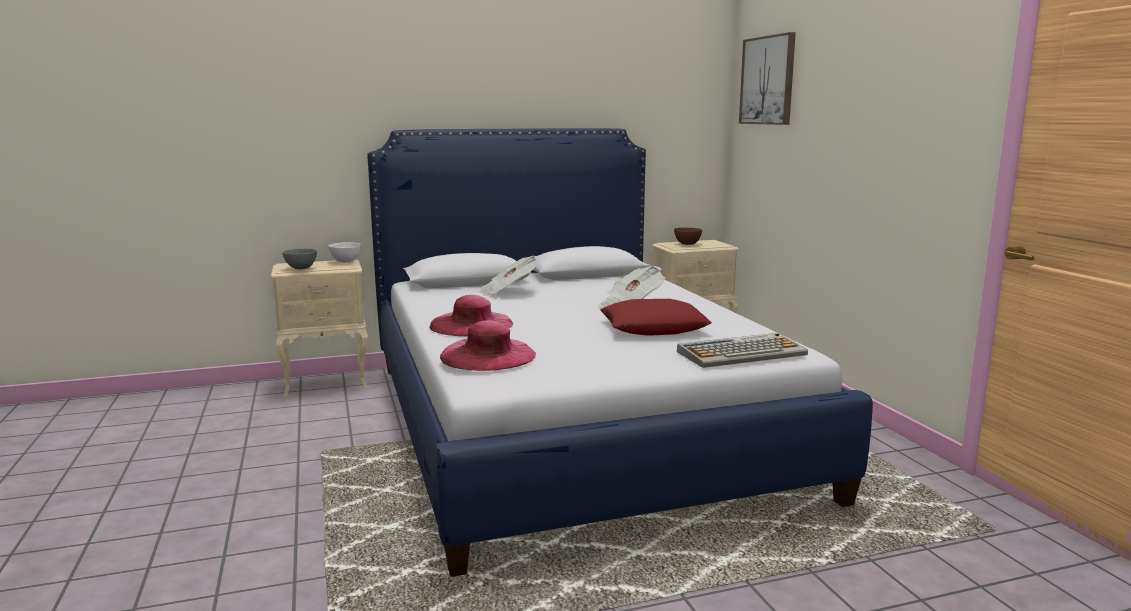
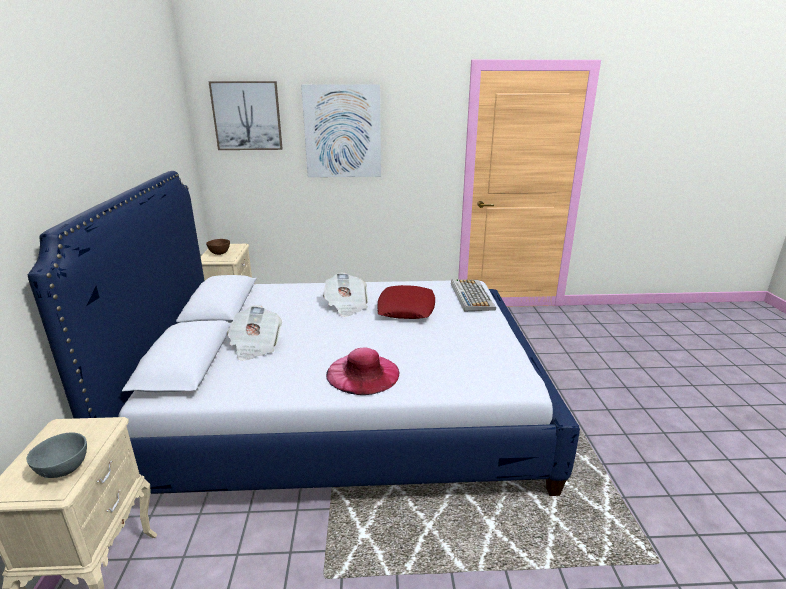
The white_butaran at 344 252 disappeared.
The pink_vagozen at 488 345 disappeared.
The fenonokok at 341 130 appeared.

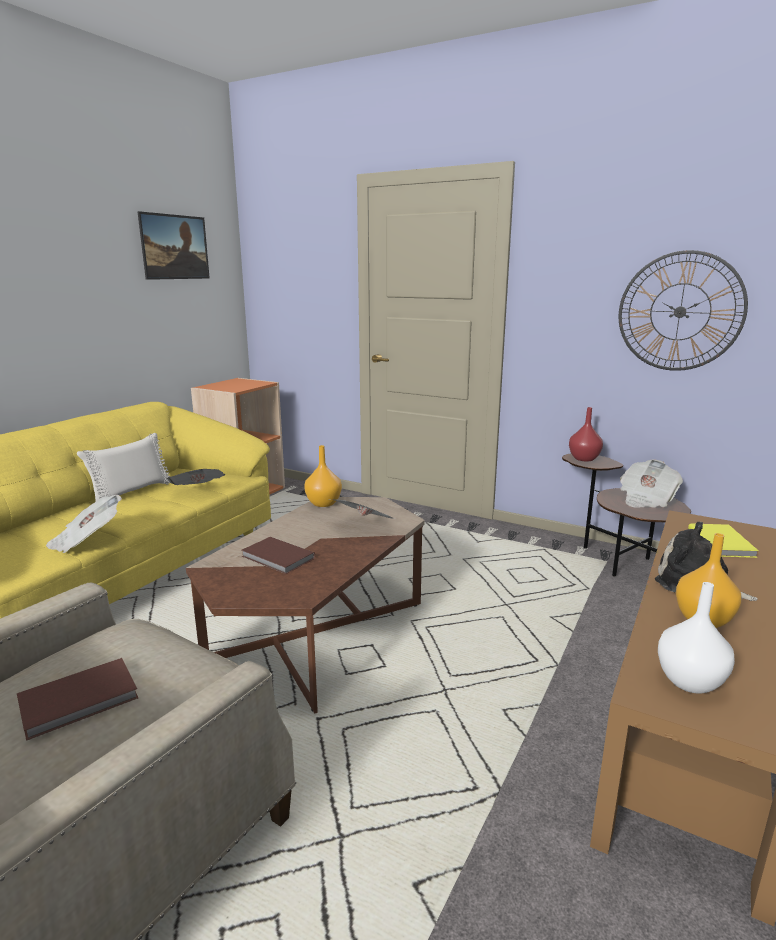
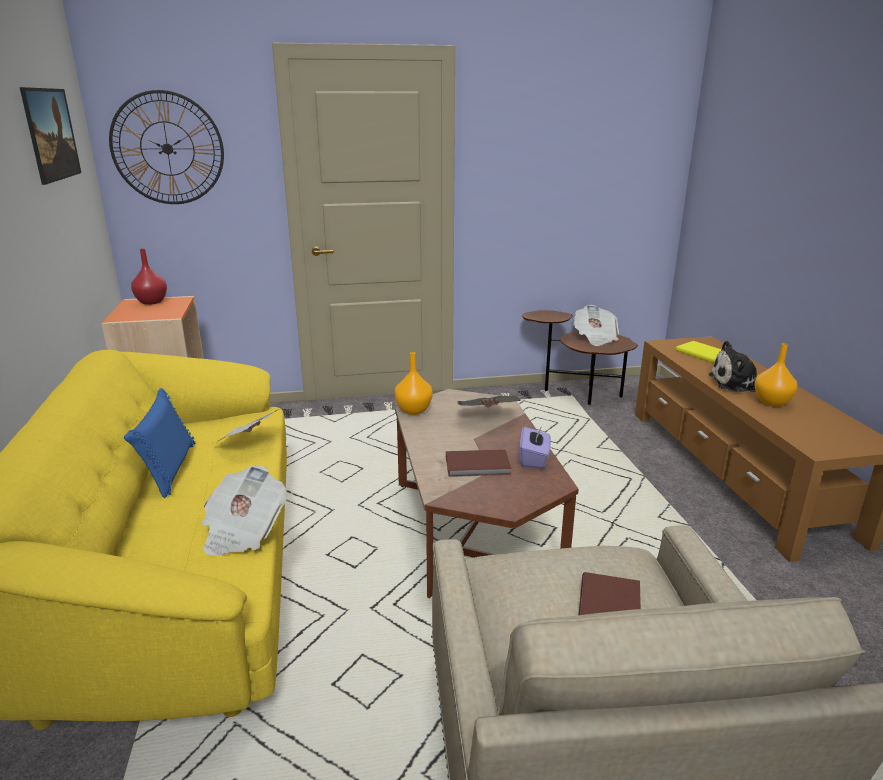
The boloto moved from 683 310 to 166 147.
The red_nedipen moved from 586 434 to 149 277.
The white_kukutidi at 123 467 became the blue_kukutidi at 160 443.
The white_nedipen at 696 638 disappeared.
The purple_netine at 535 448 appeared.

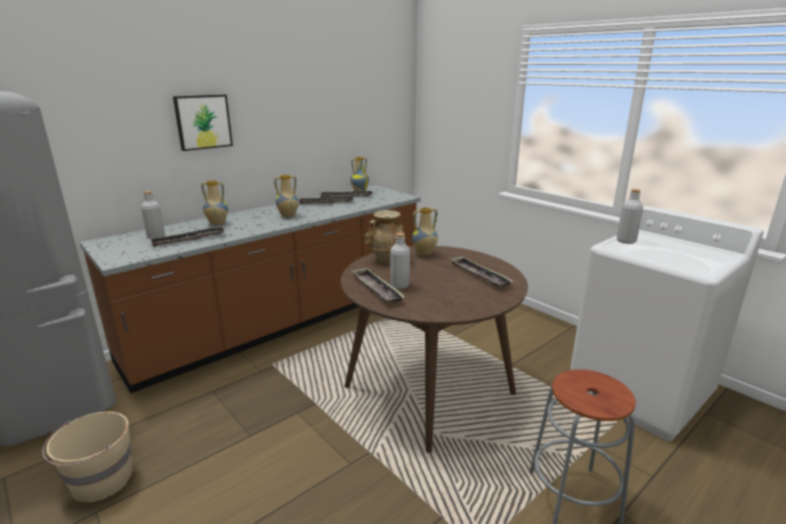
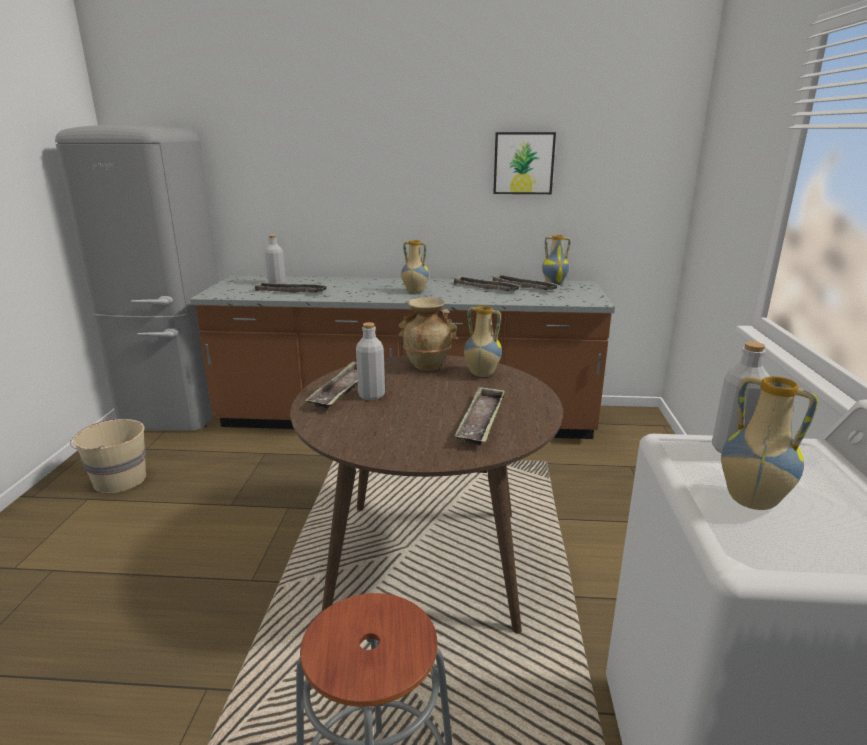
The fenonokok moved from 203 122 to 524 163.
The nedipen moved from 214 202 to 769 443.

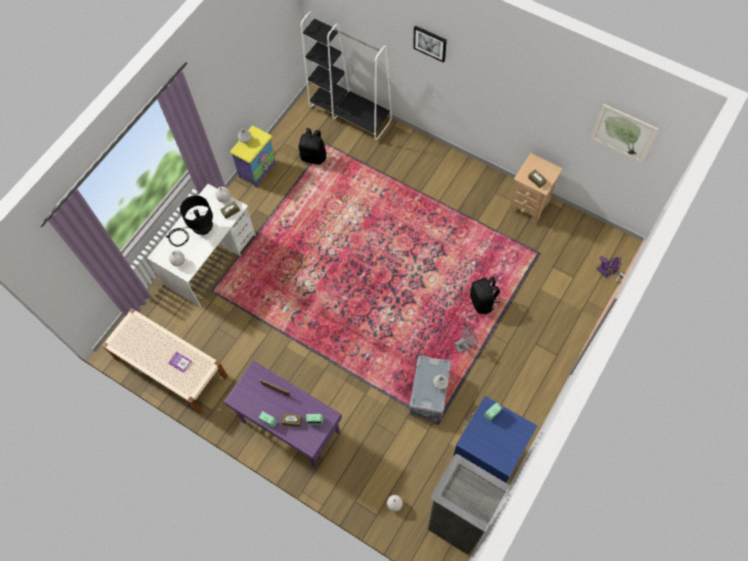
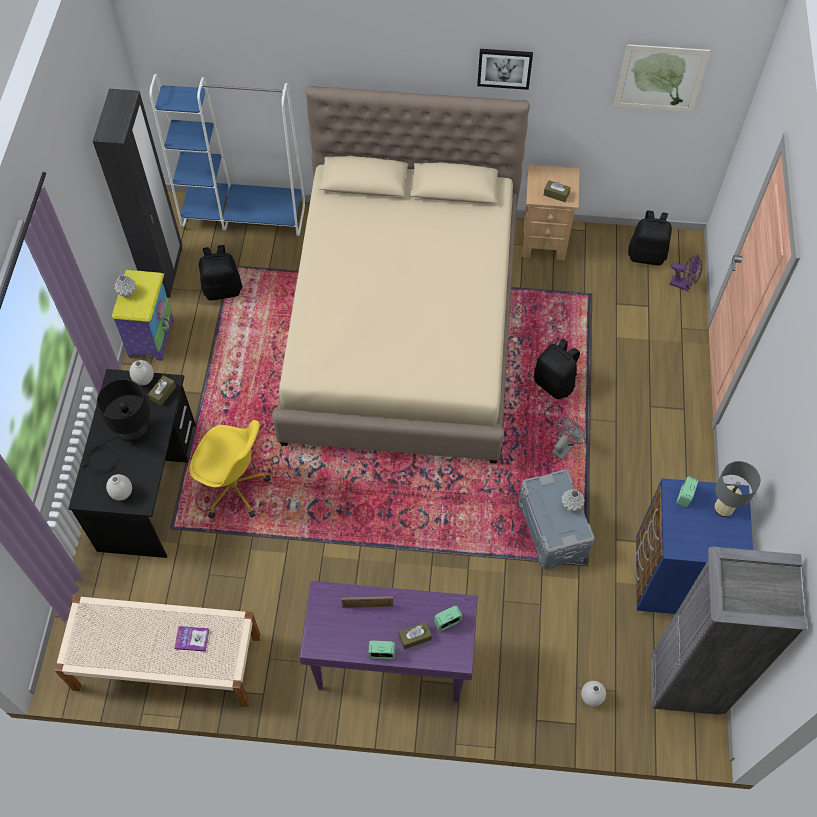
The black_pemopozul at 346 75 became the blue_pemopozul at 227 155.
The fenonokok moved from 430 44 to 505 69.
The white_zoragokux at 201 246 became the black_zoragokux at 132 463.
The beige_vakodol at 401 274 appeared.
The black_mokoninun at 138 193 appeared.
The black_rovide at 650 238 appeared.
The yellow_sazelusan at 230 469 appeared.
The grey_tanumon at 737 489 appeared.

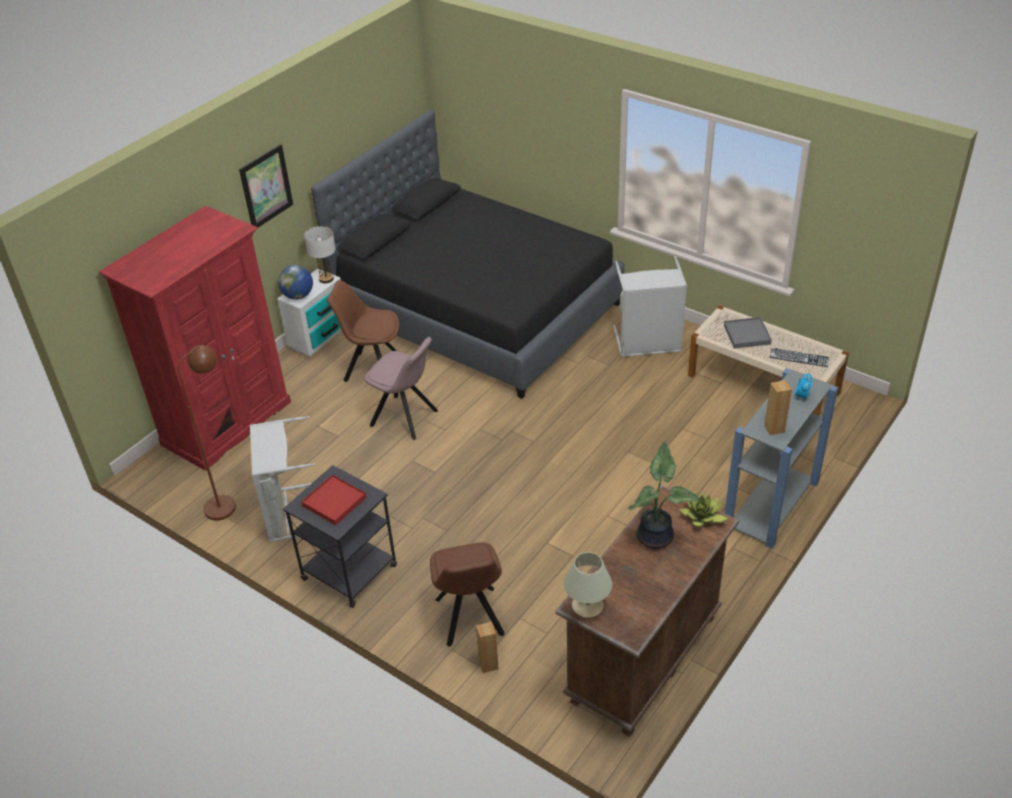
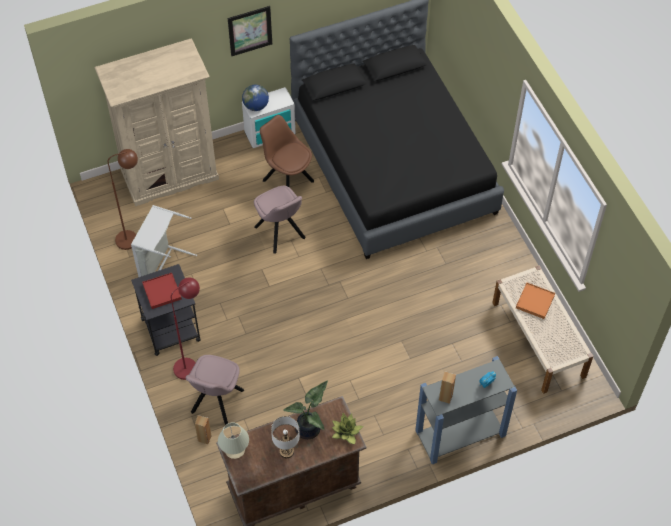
The red_mokoninun at 194 338 became the beige_mokoninun at 156 122.
The tanumon moved from 320 254 to 285 437.
The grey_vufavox at 650 306 disappeared.
The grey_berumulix at 748 333 became the orange_berumulix at 535 301.
The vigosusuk at 799 357 disappeared.
The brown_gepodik at 467 594 became the pink_gepodik at 215 390.
The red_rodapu at 185 328 appeared.

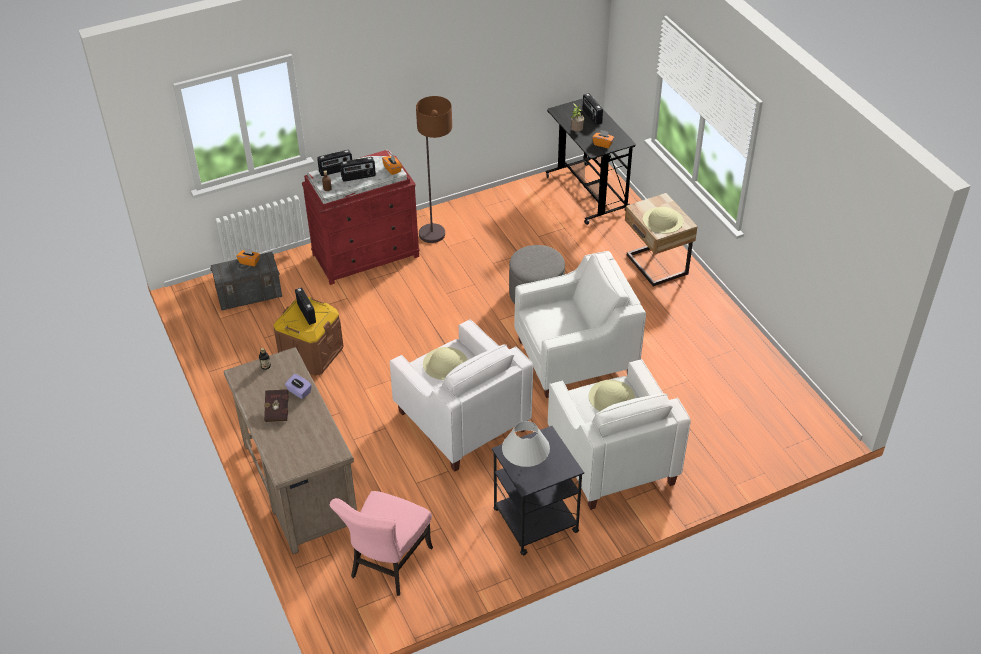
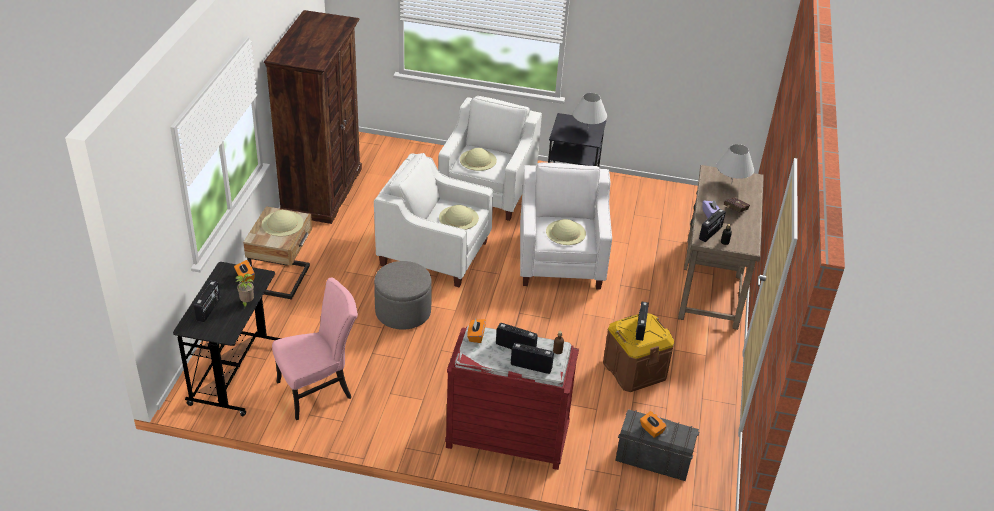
The brown_rodapu at 434 169 disappeared.
The pink_gepodik moved from 381 543 to 315 349.
The brown_mokoninun at 313 117 appeared.
The white_tanumon at 735 164 appeared.
The beige_vagozen at 459 217 appeared.
The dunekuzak at 712 225 appeared.

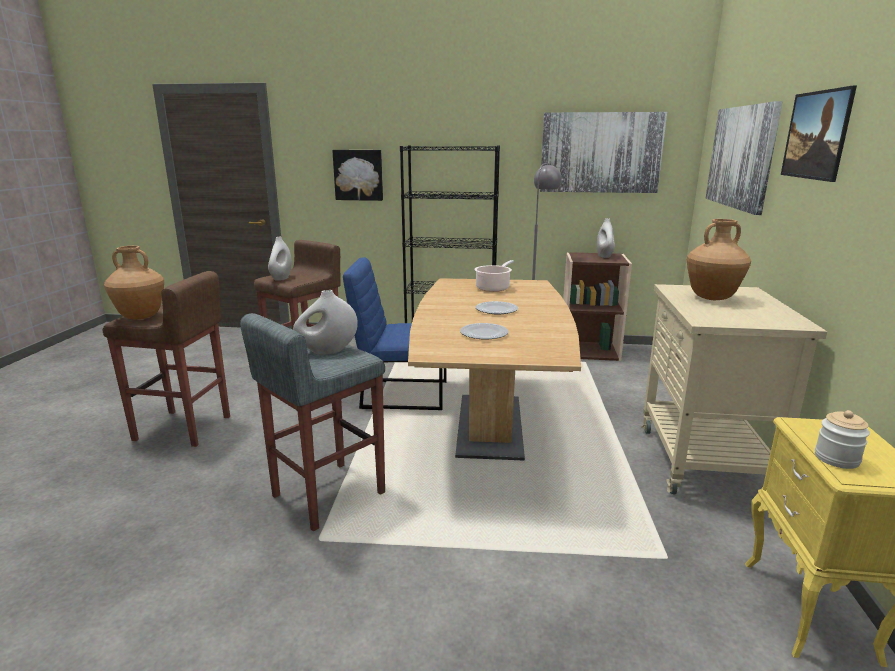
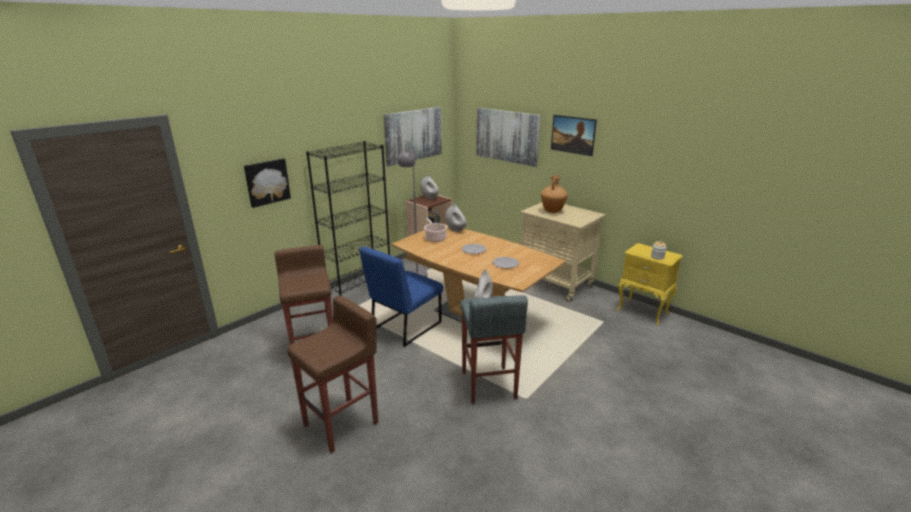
The white_nedipen moved from 280 258 to 456 218.
The brown_nedipen at 134 283 disappeared.

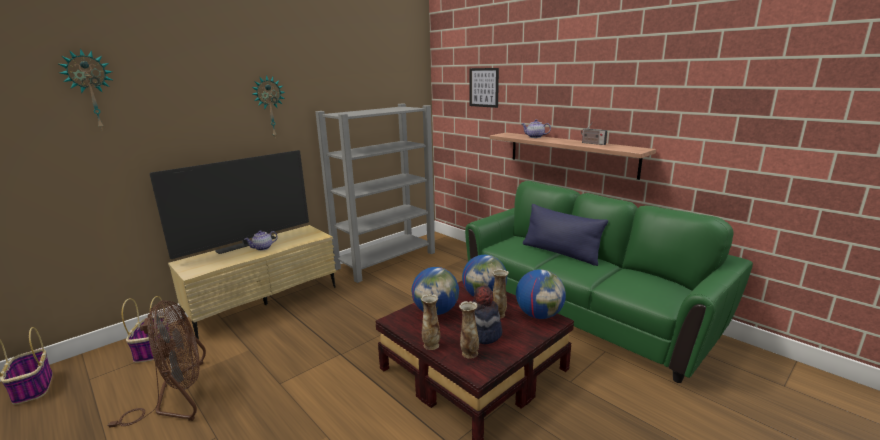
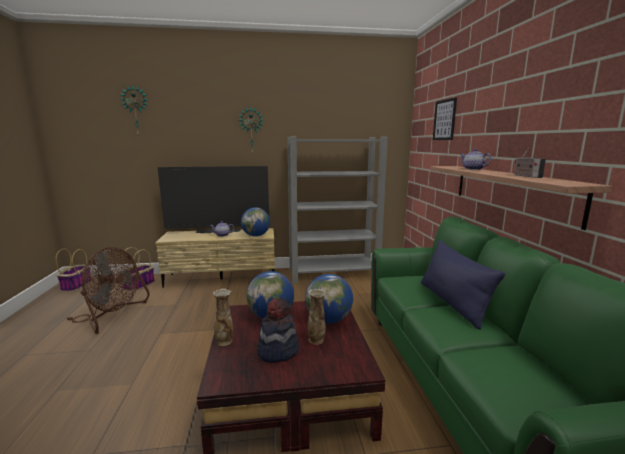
The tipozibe moved from 541 294 to 255 222.
The nedipen at 469 330 disappeared.

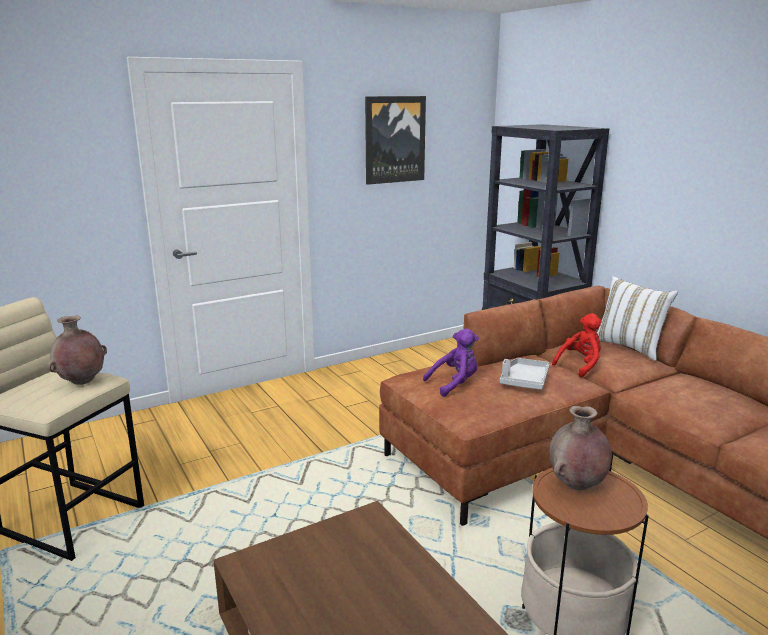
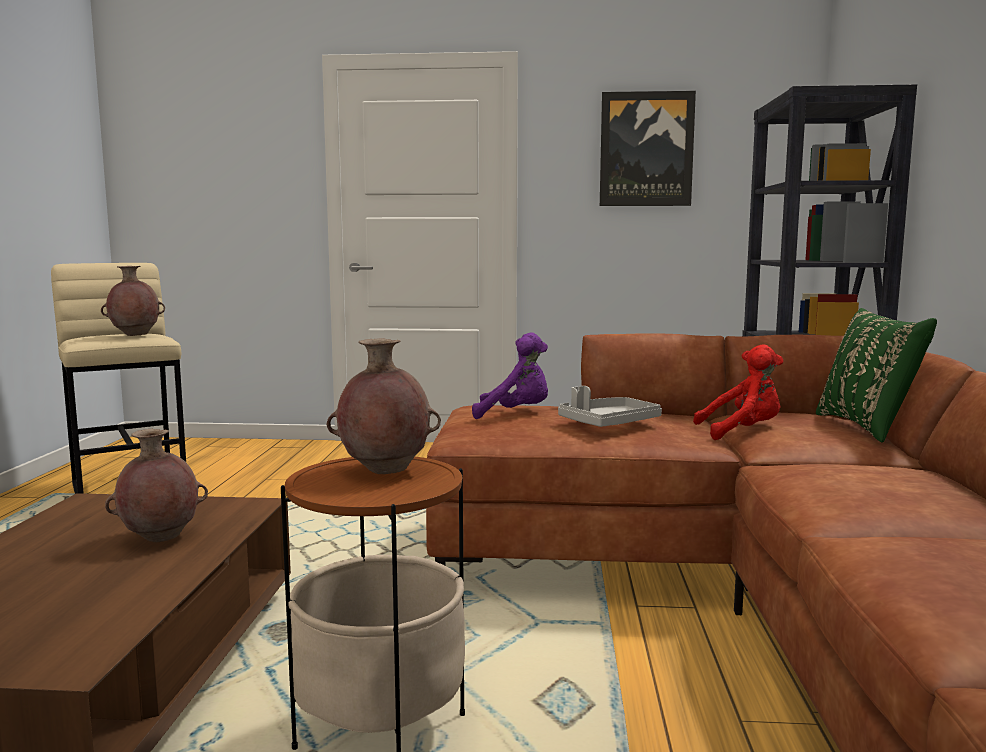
The white_kukutidi at 637 318 became the green_kukutidi at 876 375.
The brown_nedipen at 156 485 appeared.

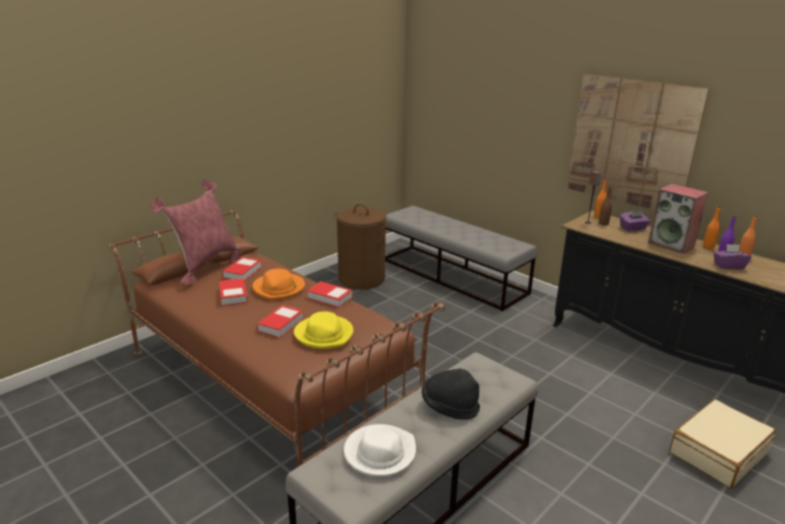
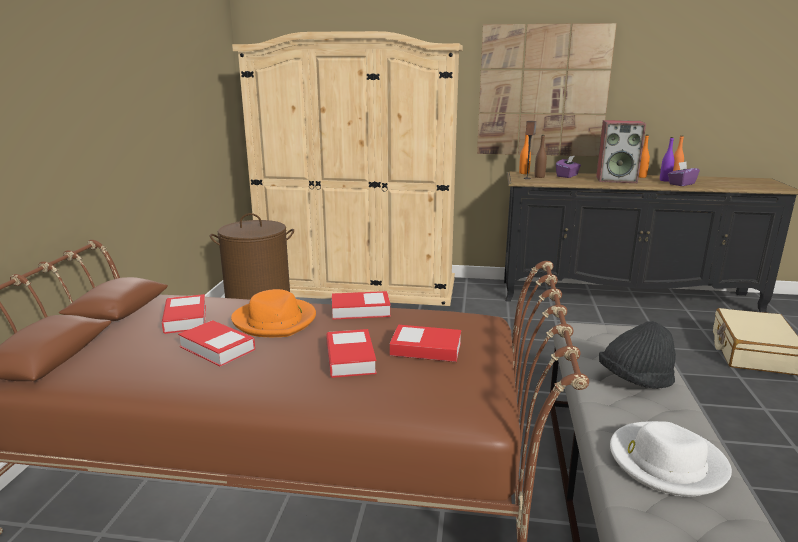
The red_kukutidi at 196 232 disappeared.
The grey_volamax at 461 258 was replaced by the beige_mokoninun at 347 168.
The yellow_vagozen at 323 330 was replaced by the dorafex at 425 343.

